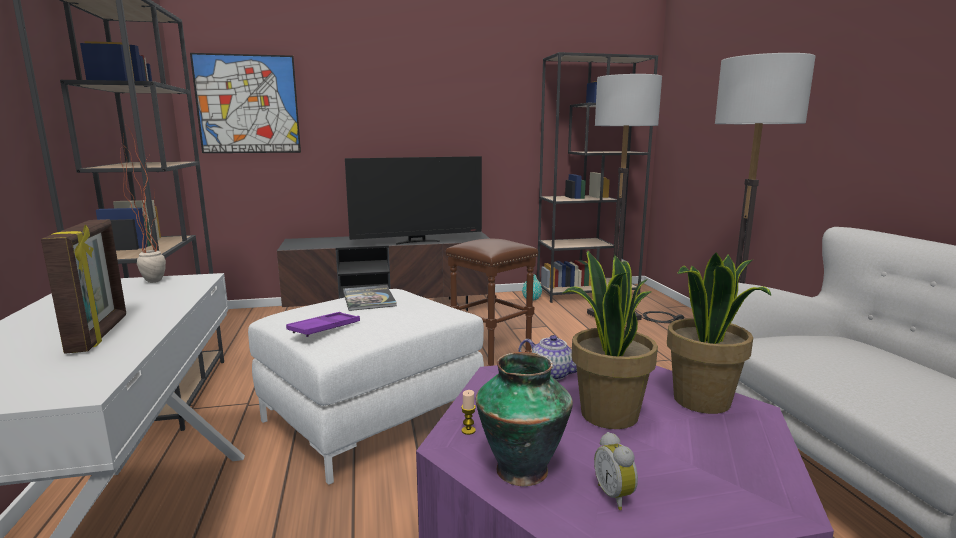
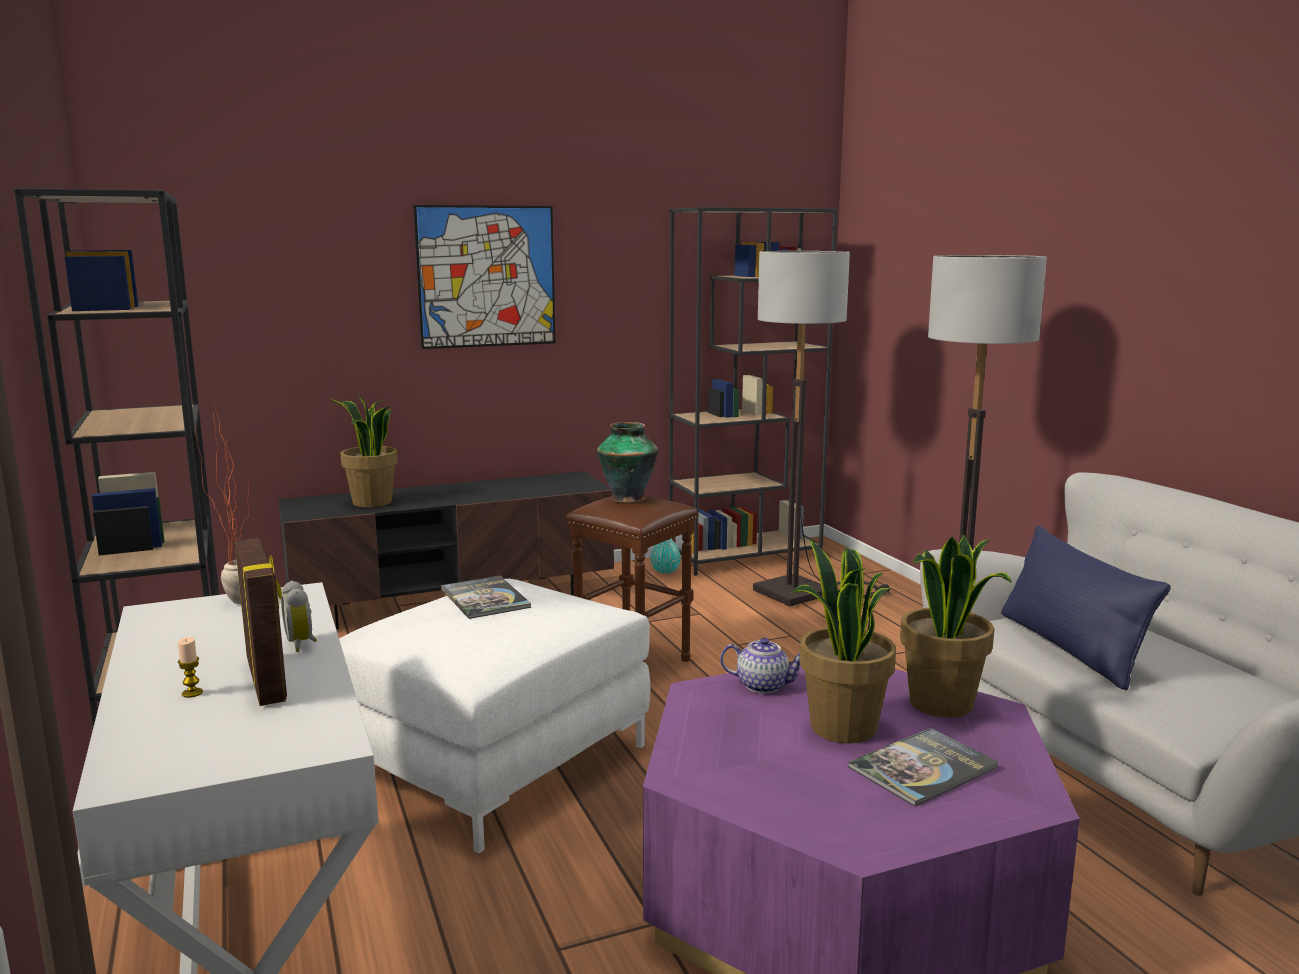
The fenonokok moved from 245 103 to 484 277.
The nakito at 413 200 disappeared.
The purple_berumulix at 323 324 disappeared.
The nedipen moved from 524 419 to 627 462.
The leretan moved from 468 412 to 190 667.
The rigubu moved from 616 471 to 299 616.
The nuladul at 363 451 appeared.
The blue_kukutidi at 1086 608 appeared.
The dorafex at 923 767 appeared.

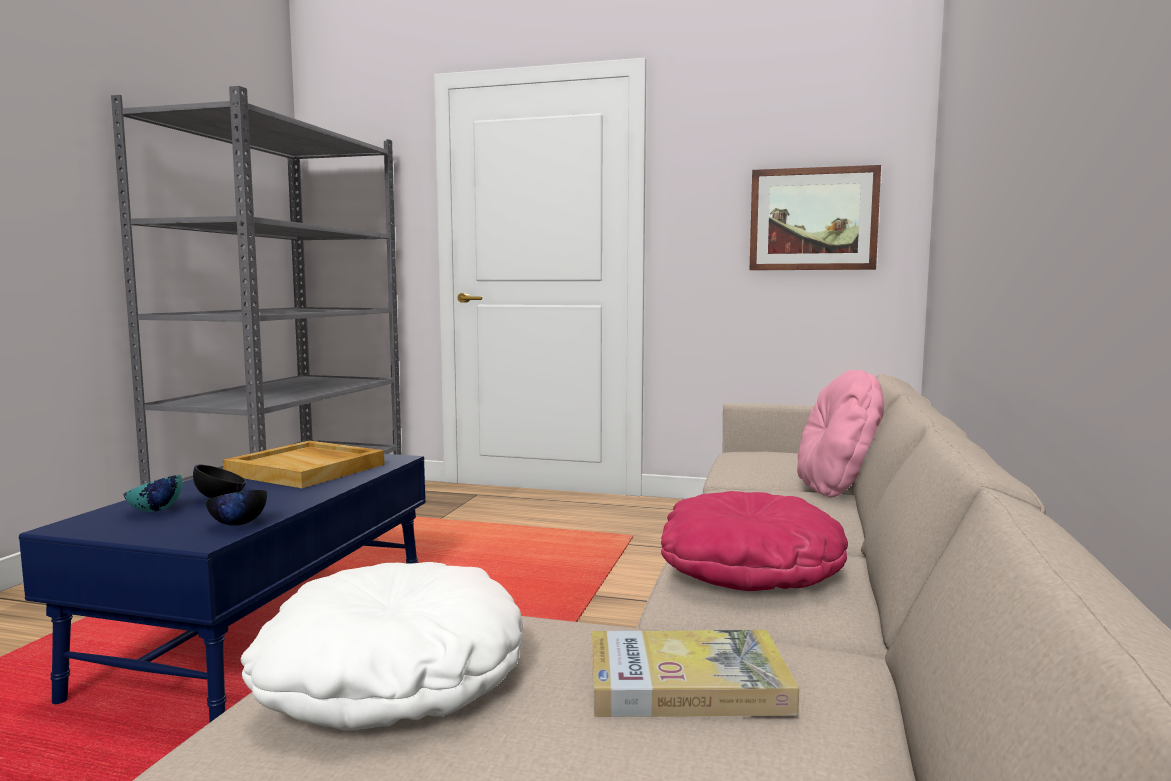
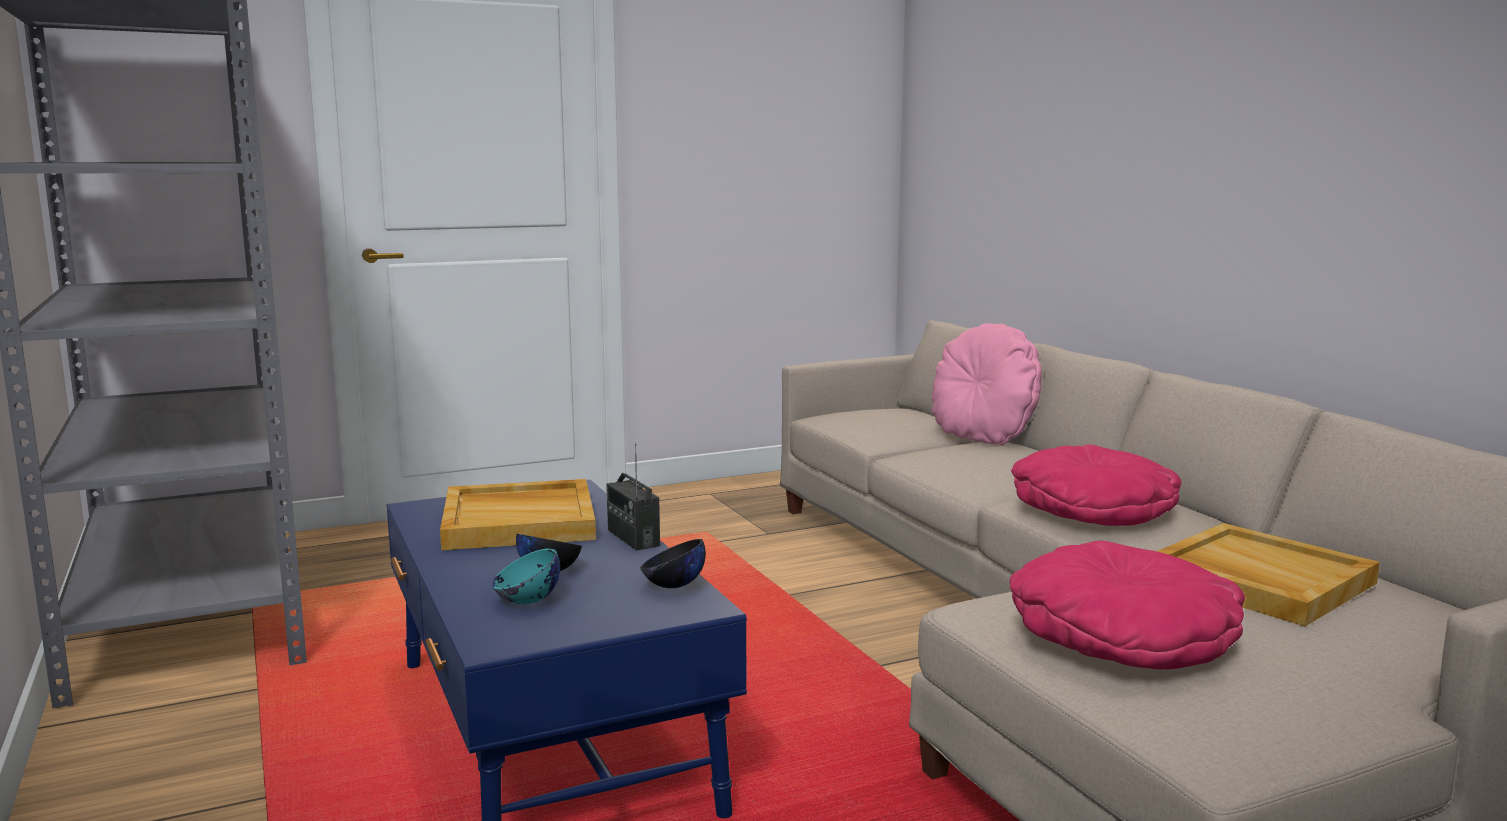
The fenonokok at 815 217 disappeared.
The white_kukutidi at 382 646 became the pink_kukutidi at 1127 605.
The dorafex at 695 673 was replaced by the beige_berumulix at 1268 574.
The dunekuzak at 633 497 appeared.

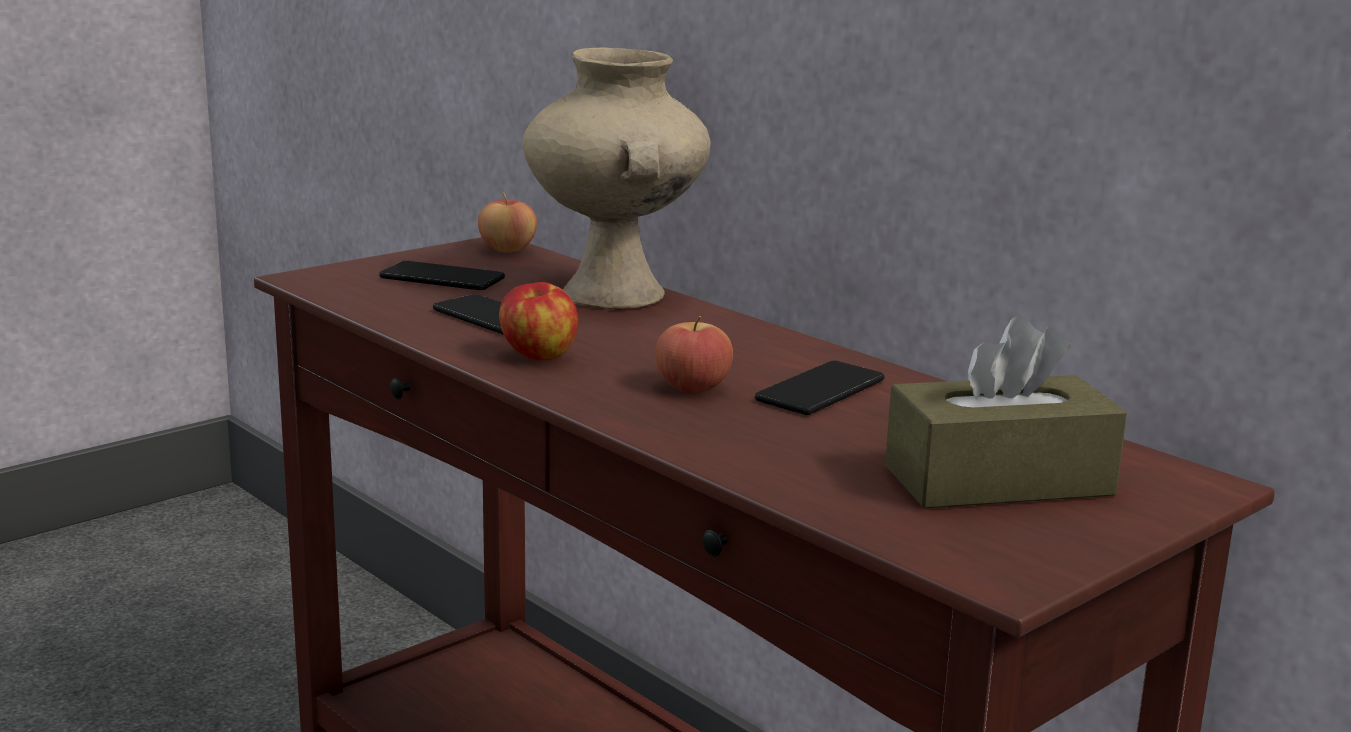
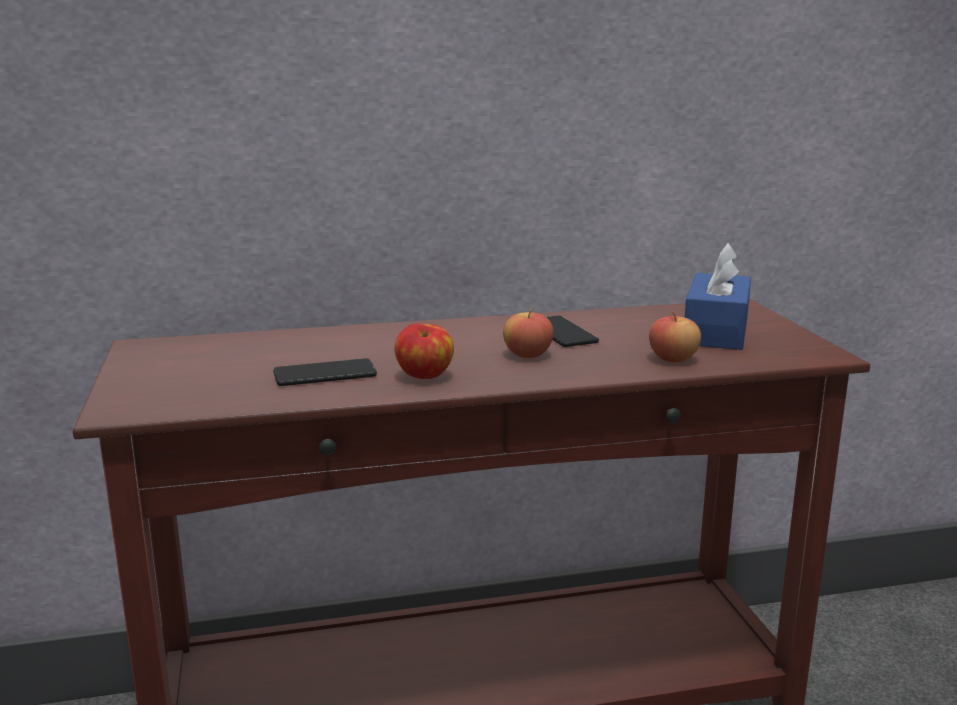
The beige_nedipen at 617 178 disappeared.
The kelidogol moved from 507 222 to 675 337.
The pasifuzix at 442 275 disappeared.
The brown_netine at 1006 411 became the blue_netine at 718 296.

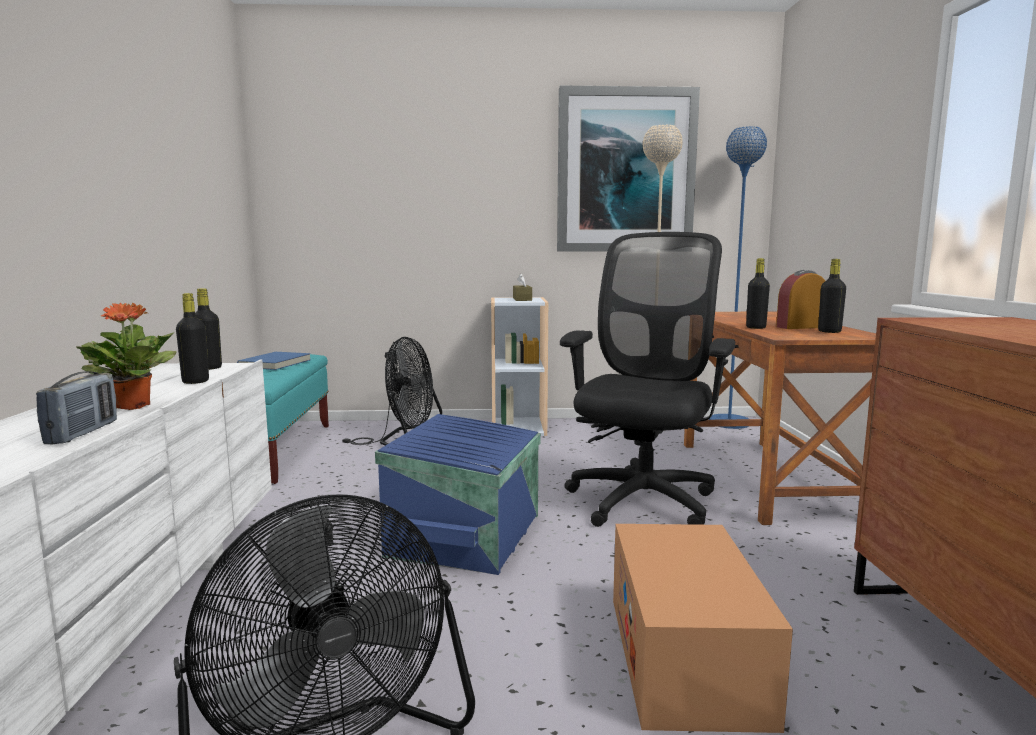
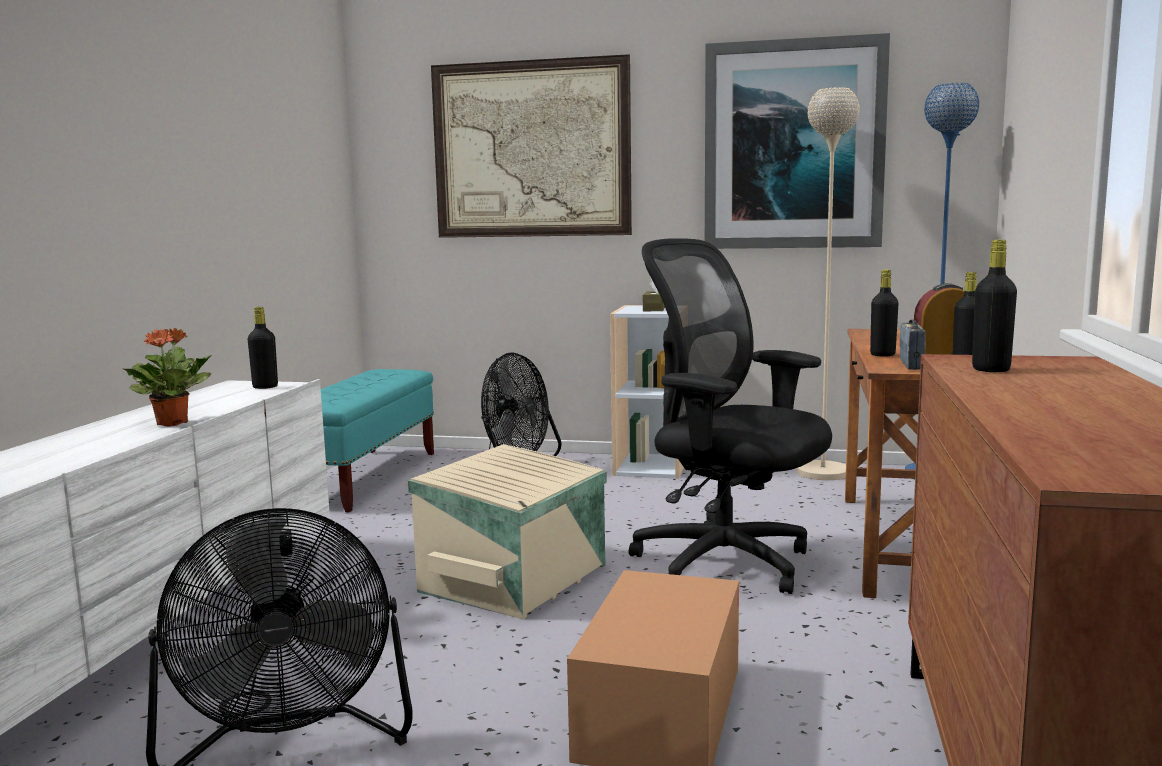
The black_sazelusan at 647 379 turned 90 degrees counterclockwise.
The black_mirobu moved from 192 338 to 994 306.
The blue_dorafex at 274 361 disappeared.
The dunekuzak moved from 76 407 to 913 345.
The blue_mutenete at 458 494 became the beige_mutenete at 507 531.
The fenonokok at 531 146 appeared.

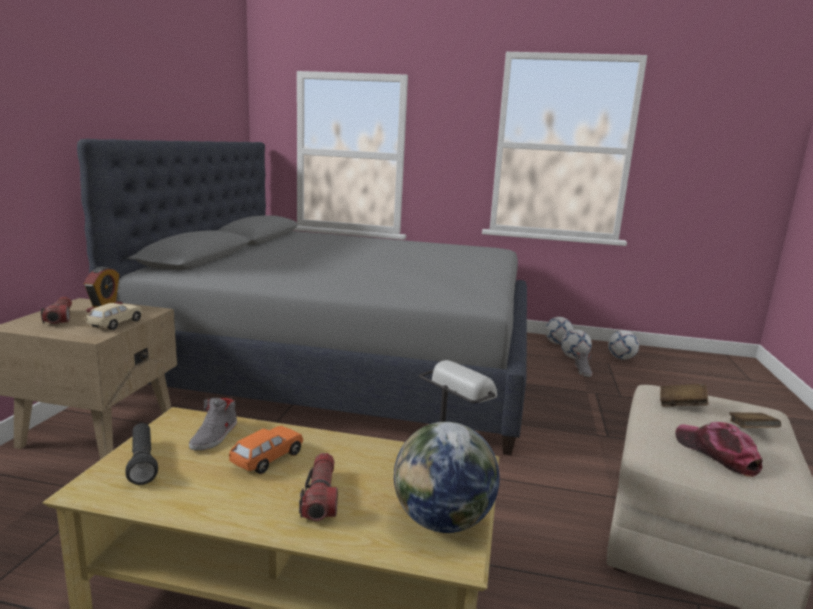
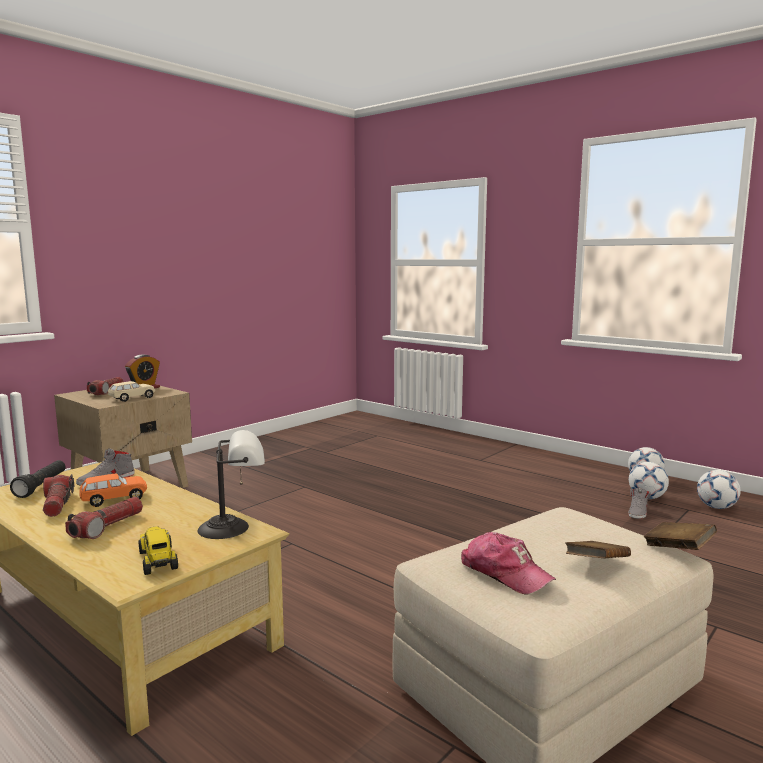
The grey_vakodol at 302 297 disappeared.
The brown_dorafex moved from 684 395 to 680 536.
The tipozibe at 447 477 was replaced by the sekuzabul at 158 550.
The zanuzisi at 719 449 turned 135 degrees clockwise.
The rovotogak at 58 495 appeared.

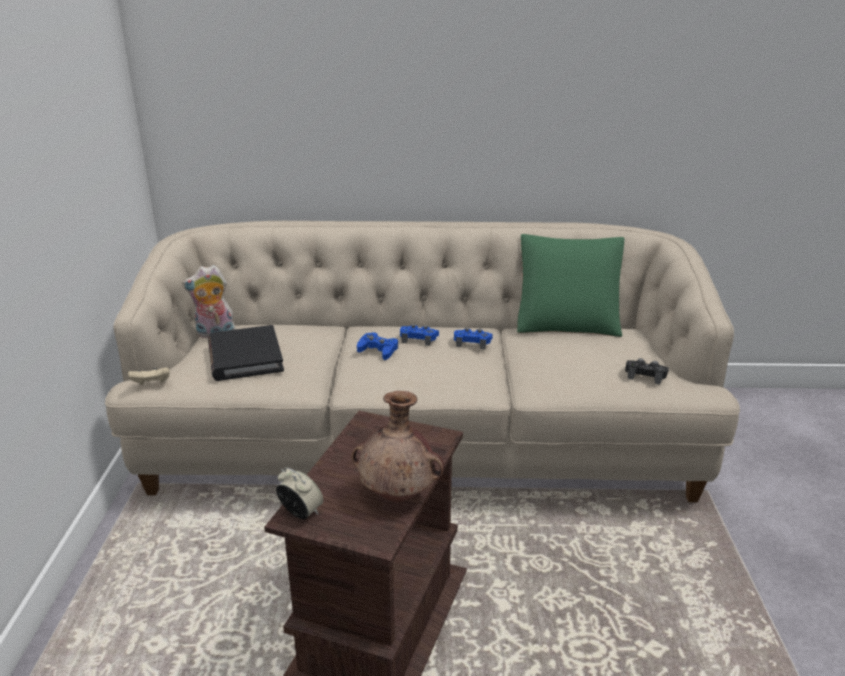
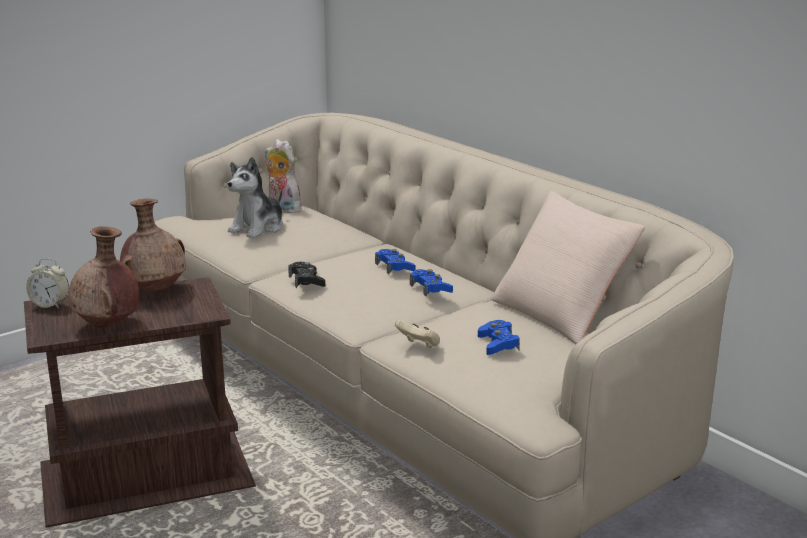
The green_kukutidi at 570 285 became the beige_kukutidi at 568 267.
The black_dorafex at 246 353 was replaced by the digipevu at 255 197.
The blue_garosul moved from 377 346 to 499 337.
The black_garosul moved from 647 371 to 306 275.
The beige_garosul moved from 149 376 to 417 334.
The rigubu at 299 493 turned 105 degrees clockwise.
The brown_nedipen at 153 246 appeared.

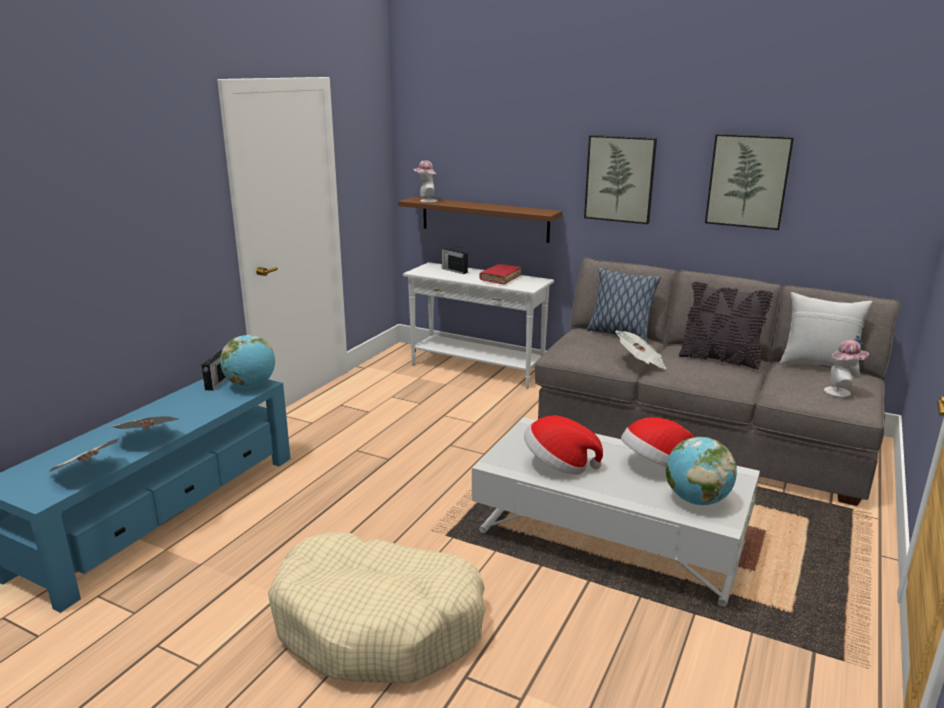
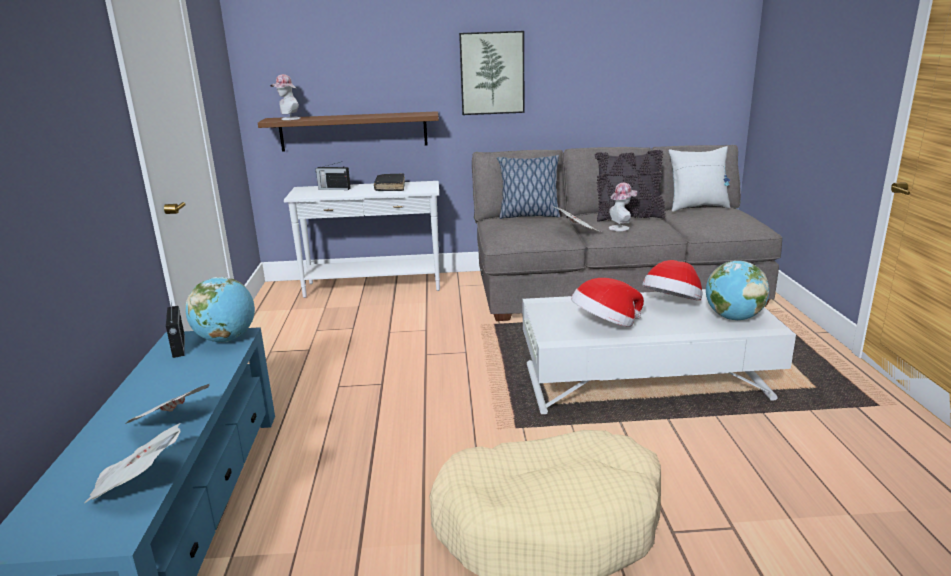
The fenonokok at 749 182 disappeared.
The red_dorafex at 500 274 became the black_dorafex at 389 182.
The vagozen moved from 846 368 to 623 207.

